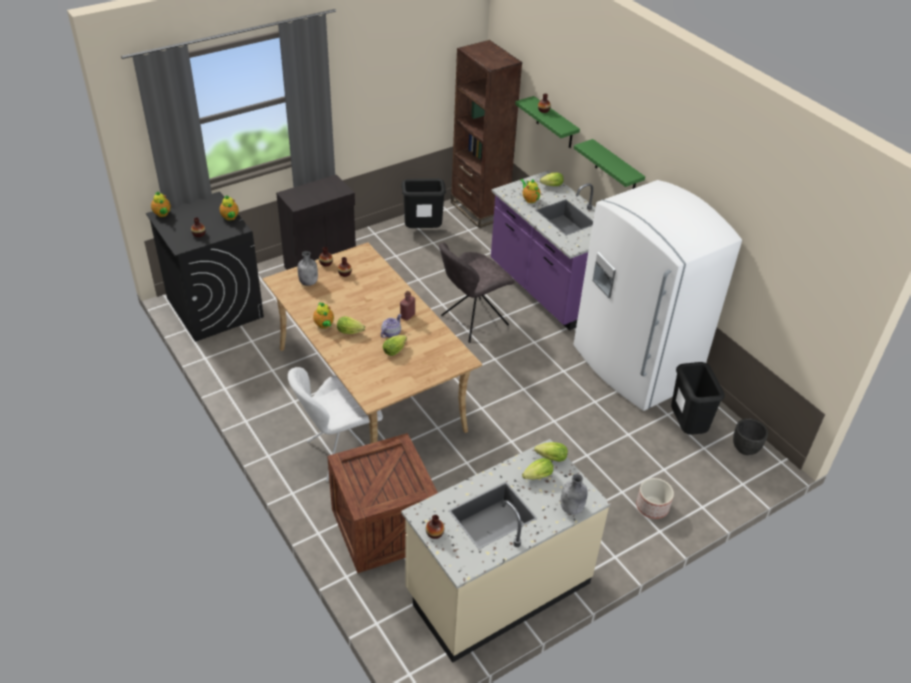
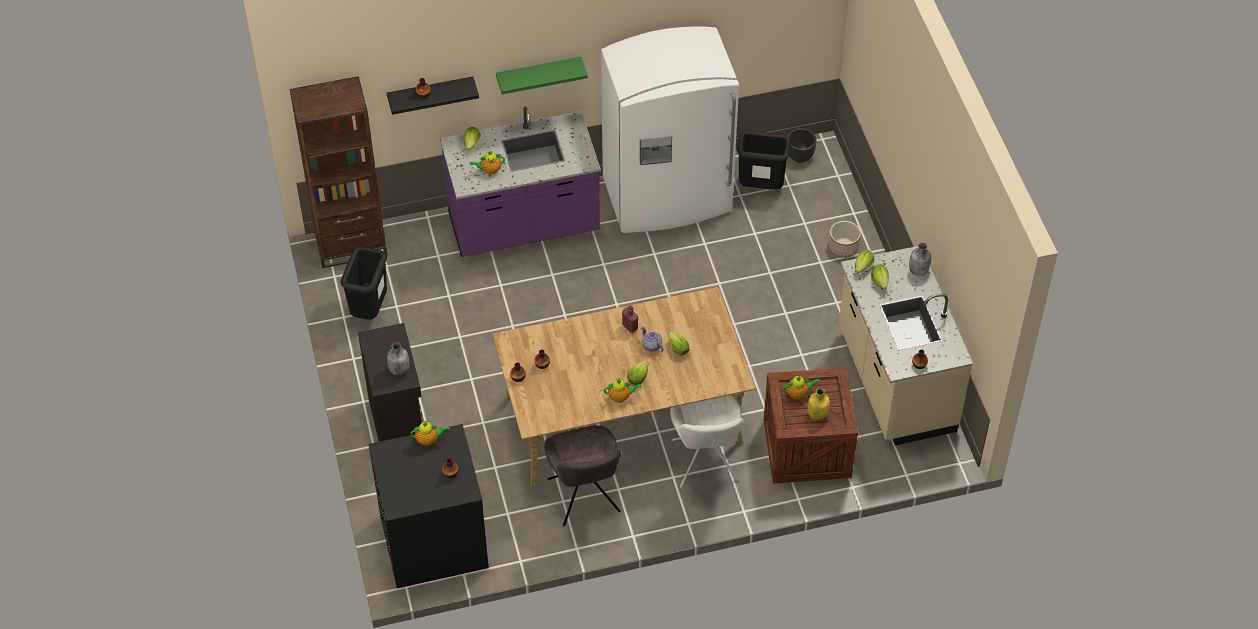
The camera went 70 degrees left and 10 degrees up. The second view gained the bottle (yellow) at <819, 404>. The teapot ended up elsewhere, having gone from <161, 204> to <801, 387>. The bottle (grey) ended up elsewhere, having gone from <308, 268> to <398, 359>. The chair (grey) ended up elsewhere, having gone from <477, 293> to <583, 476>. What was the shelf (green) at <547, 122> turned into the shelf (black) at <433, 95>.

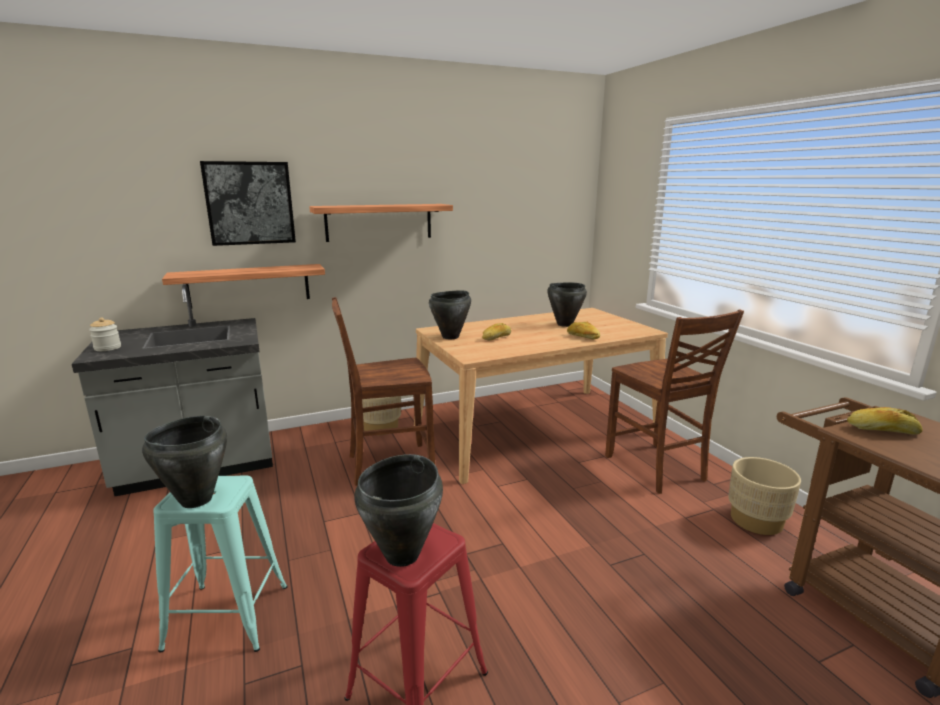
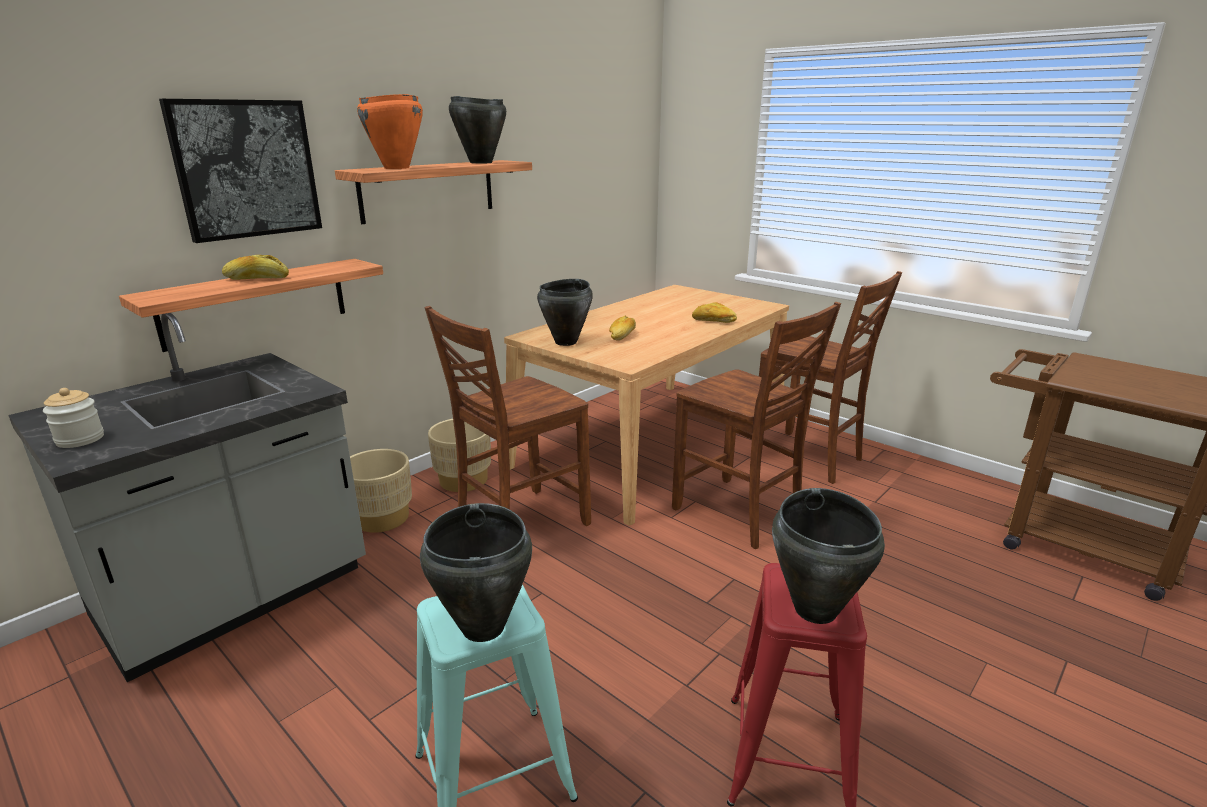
The camera went 25 degrees left and 5 degrees up. The second view gained the cooking pot (orange) at <390, 131>. The second view gained the chair (brown) at <756, 425>. The cooking pot (black) ended up elsewhere, having gone from <567, 305> to <477, 130>. The planter (beige) ended up elsewhere, having gone from <765, 496> to <381, 491>. The bread ended up elsewhere, having gone from <885, 421> to <255, 267>.

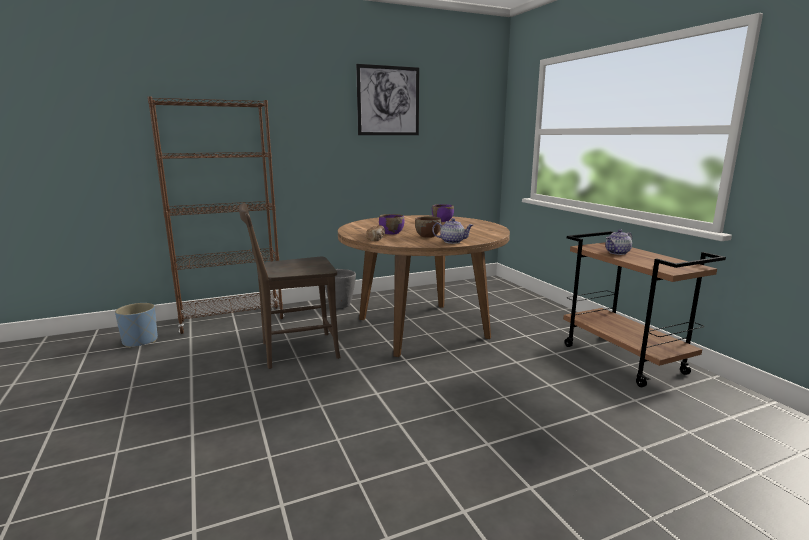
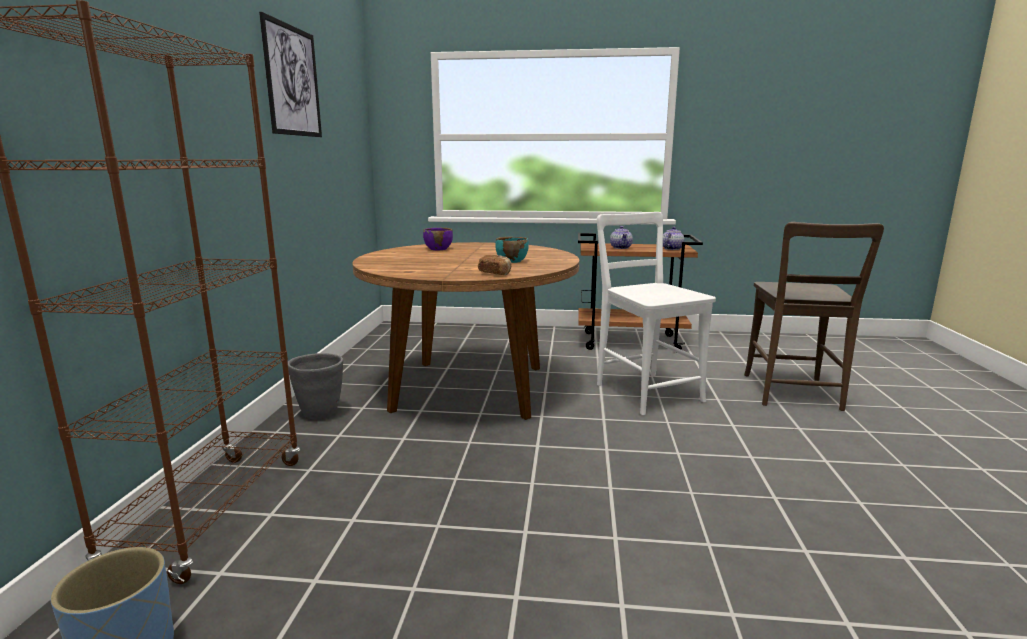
The camera went 60 degrees left and 0 degrees up. The second view lost the bowl (purple) at <391, 224>. The second view gained the chair (white) at <656, 313>. The chair (brown) ended up elsewhere, having gone from <290, 286> to <814, 316>. The teapot ended up elsewhere, having gone from <452, 231> to <674, 238>. What was the bowl (brown) at <428, 227> turned into the bowl (turquoise) at <512, 250>.

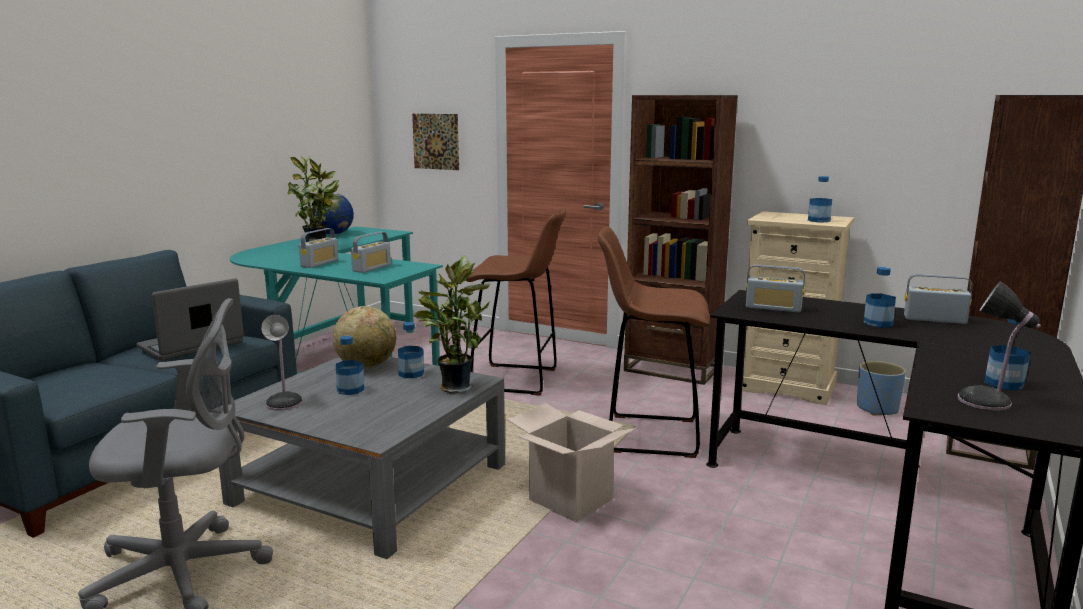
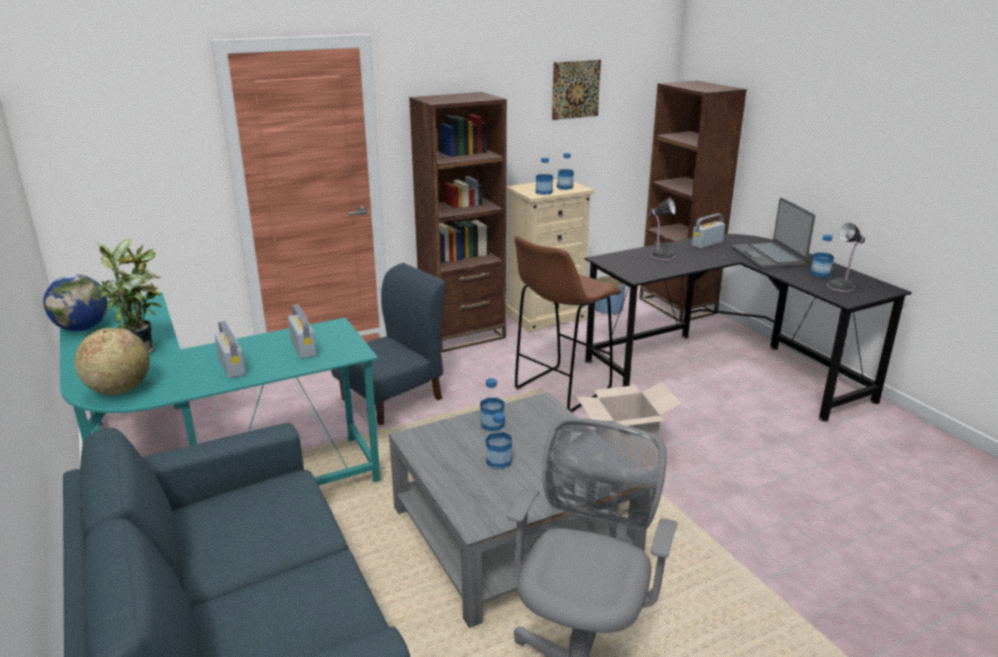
The camera went 55 degrees left and 10 degrees up. The second view lost the potted plant at <452, 324>. The second view lost the radio at <775, 288>. The laptop ended up elsewhere, having gone from <190, 319> to <773, 233>. The table lamp ended up elsewhere, having gone from <282, 362> to <662, 229>. The globe ended up elsewhere, having gone from <364, 337> to <112, 361>. The picture ended up elsewhere, having gone from <435, 142> to <576, 90>. The bottle ended up elsewhere, having gone from <880, 297> to <544, 176>. Where the stool (brown) stood at <516, 301>, the chair (blue) came to stand at <388, 344>.

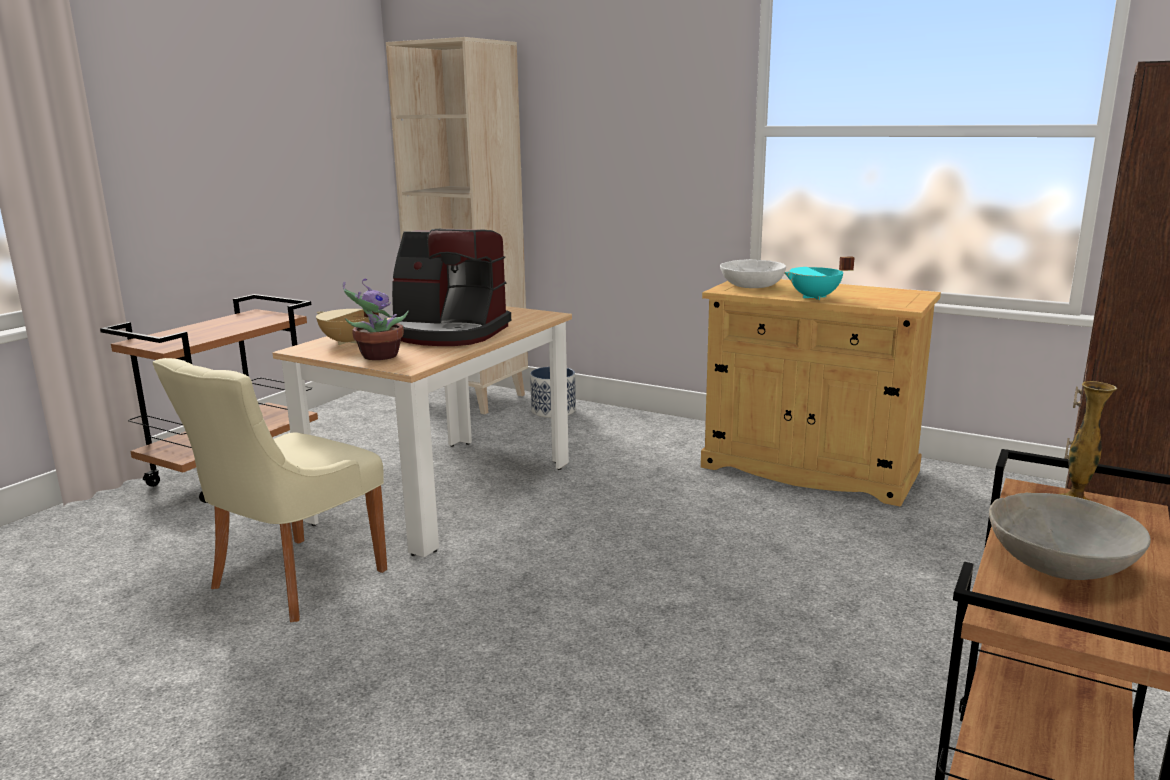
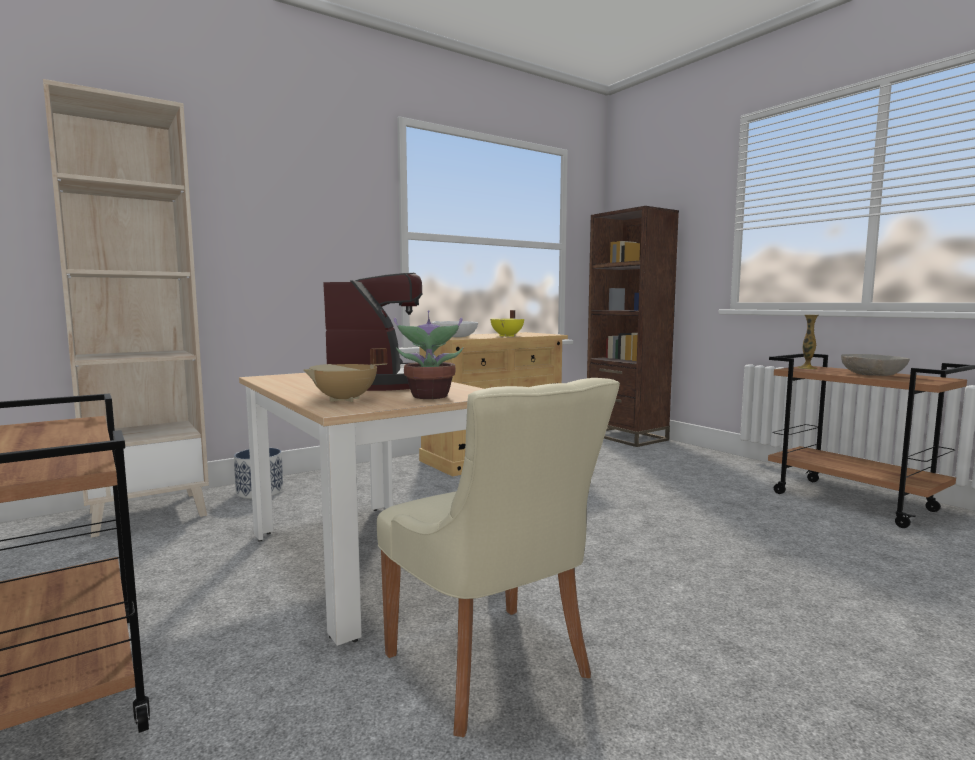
The camera went 65 degrees left and 10 degrees down. What was the cooking pot (turquoise) at <819, 278> turned into the cooking pot (yellow) at <507, 323>. The coffee machine at <451, 287> ended up facing another way, 45 degrees counterclockwise from before.

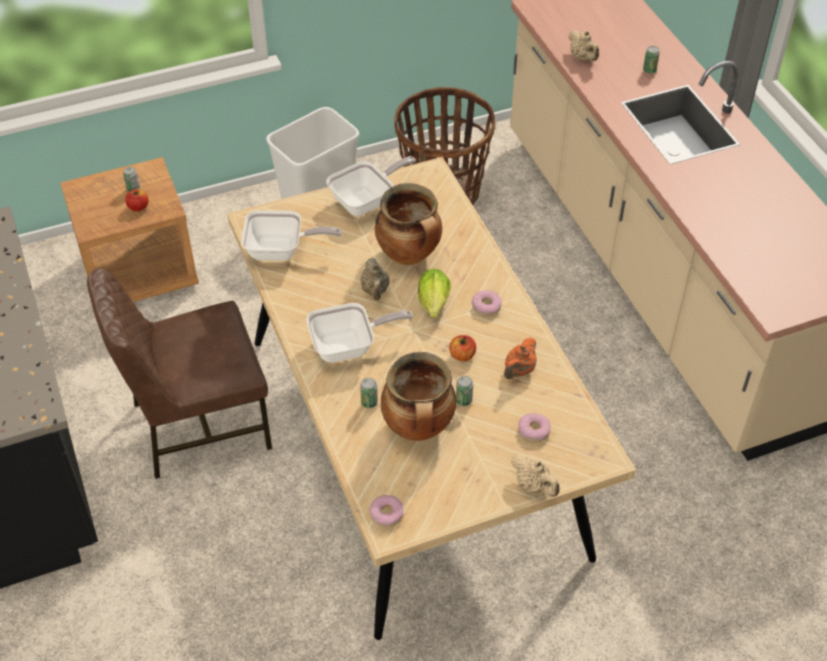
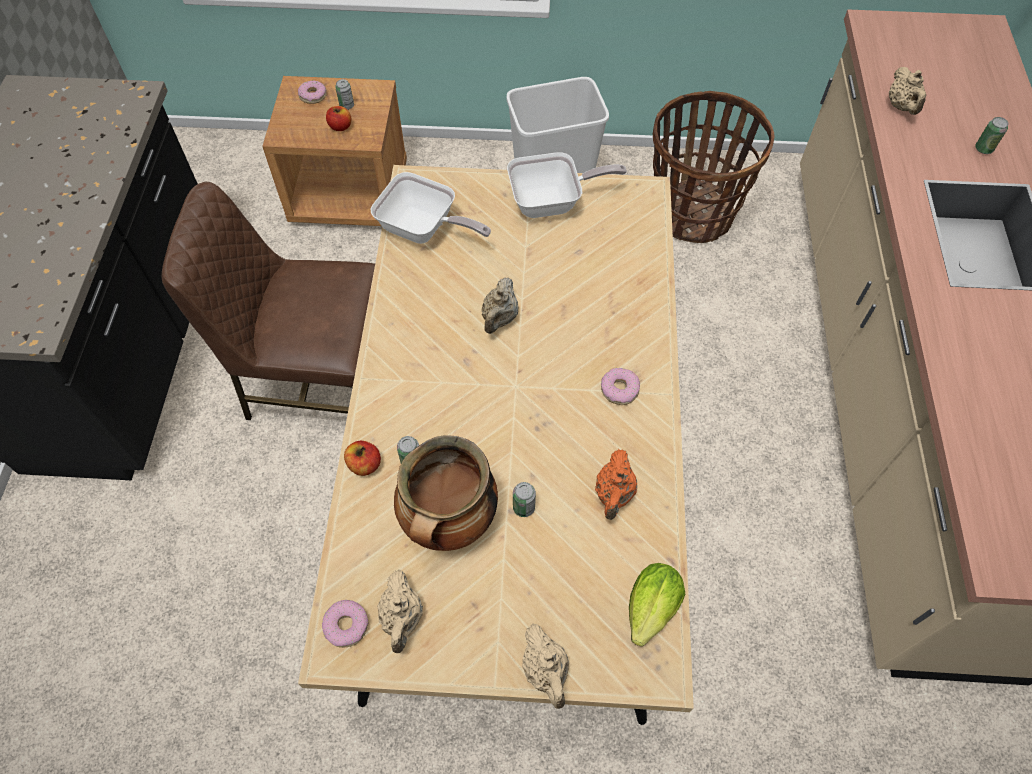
The camera went 25 degrees right and 10 degrees up. The second view lost the frying pan at <359, 333>. The second view lost the cooking pot at <408, 224>. The second view gained the teapot (beige) at <400, 611>. The lettuce ended up elsewhere, having gone from <434, 293> to <657, 604>. The apple ended up elsewhere, having gone from <462, 348> to <362, 458>. The donut ended up elsewhere, having gone from <534, 427> to <312, 92>. The teapot (orange) at <520, 358> ended up facing another way, 45 degrees counterclockwise from before.

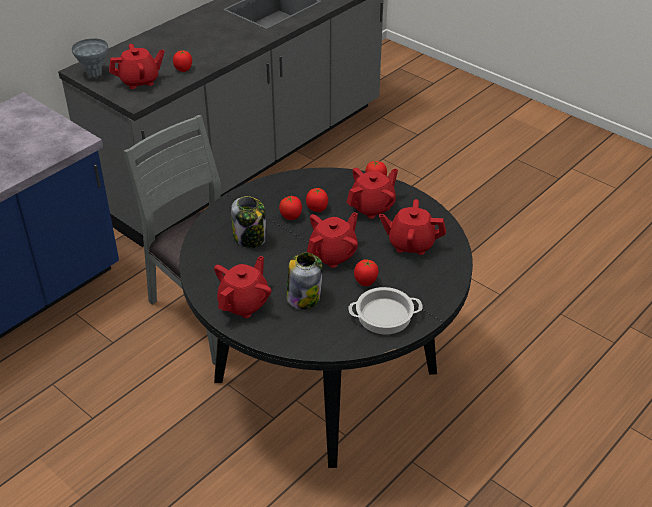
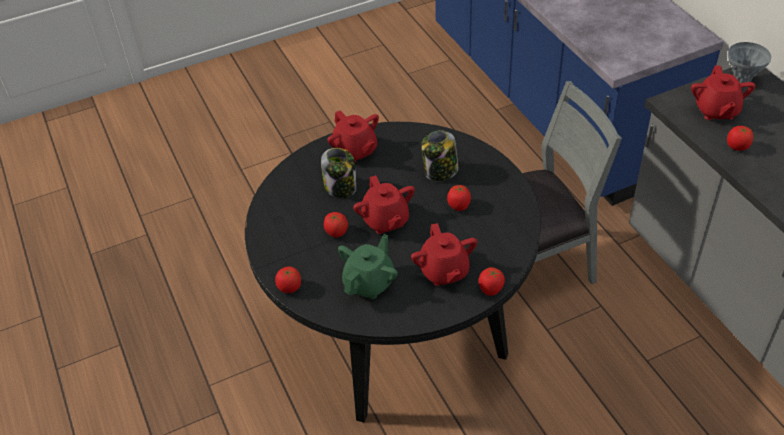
The camera went 115 degrees right and 5 degrees up. The second view lost the cooking pot at <385, 310>. The tomato ended up elsewhere, having gone from <317, 200> to <288, 280>. What was the teapot (red) at <412, 227> turned into the teapot (green) at <368, 266>.

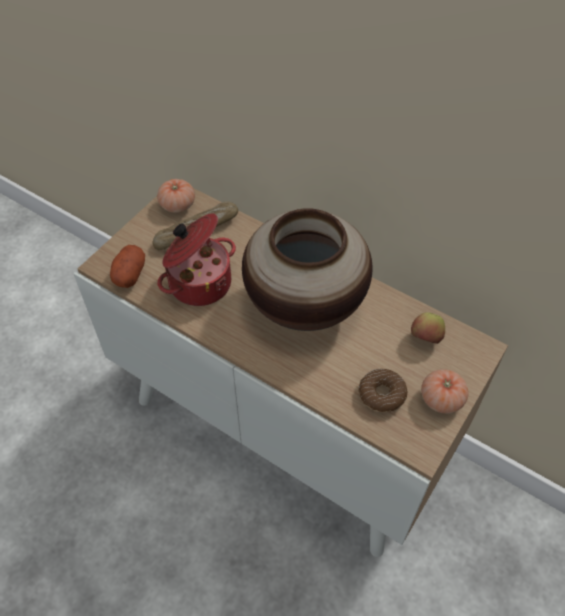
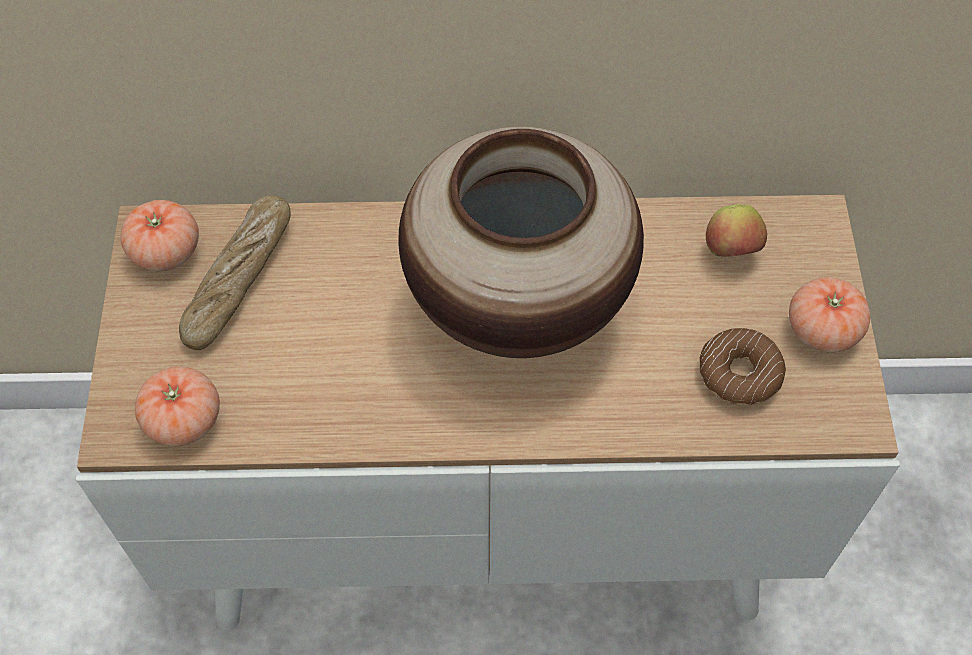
The camera went 35 degrees left and 5 degrees up. The second view lost the cooking pot at <196, 259>. Where the potato stood at <127, 266>, the tomato came to stand at <177, 406>.

